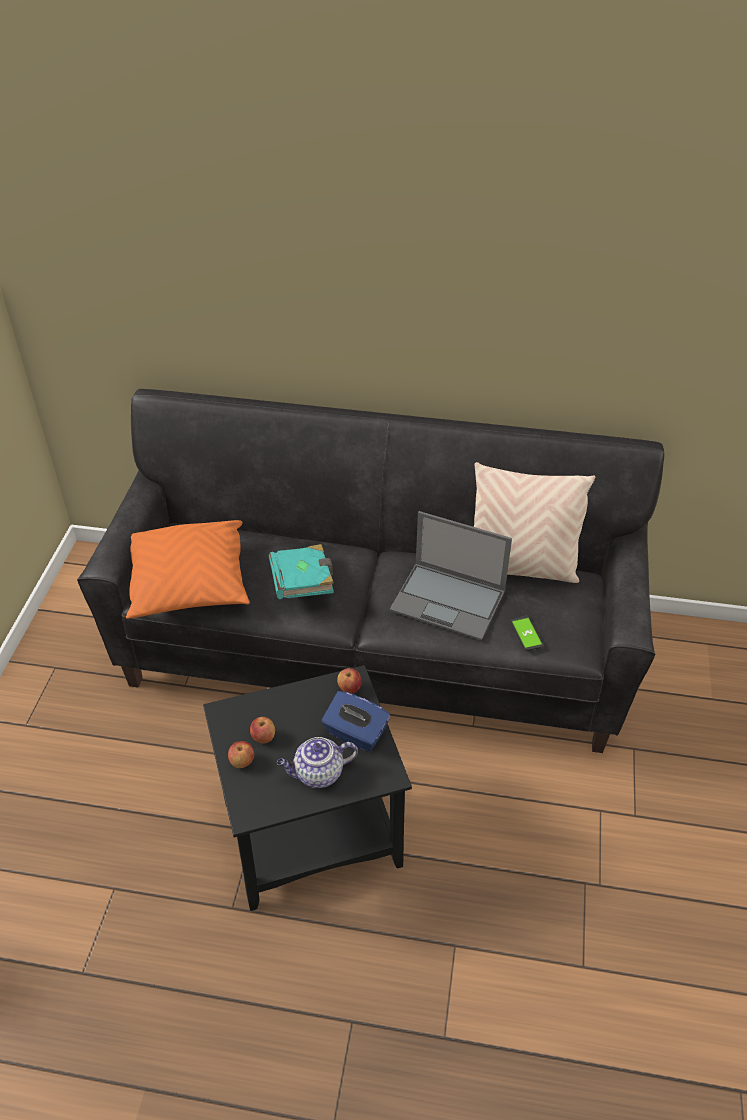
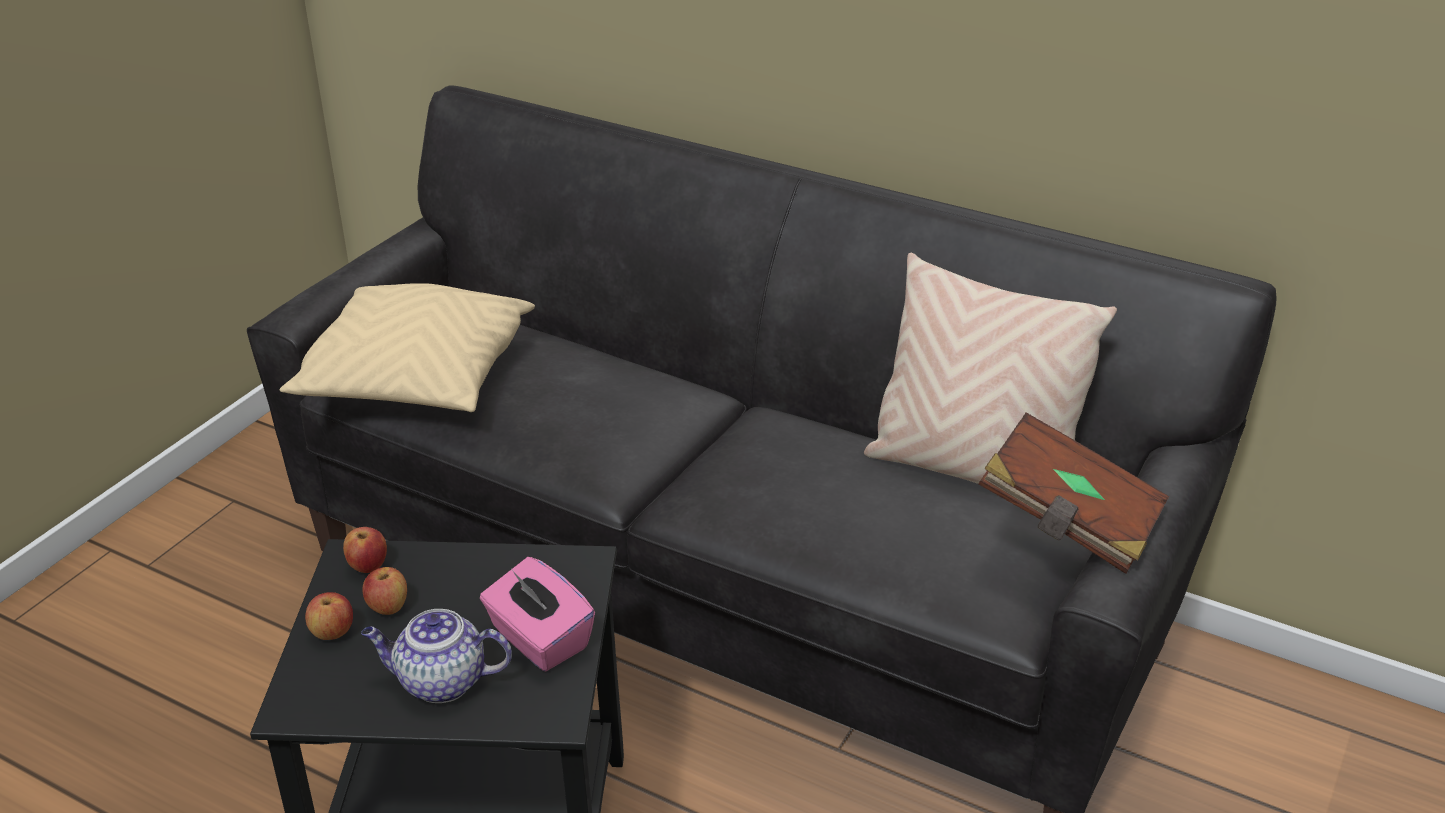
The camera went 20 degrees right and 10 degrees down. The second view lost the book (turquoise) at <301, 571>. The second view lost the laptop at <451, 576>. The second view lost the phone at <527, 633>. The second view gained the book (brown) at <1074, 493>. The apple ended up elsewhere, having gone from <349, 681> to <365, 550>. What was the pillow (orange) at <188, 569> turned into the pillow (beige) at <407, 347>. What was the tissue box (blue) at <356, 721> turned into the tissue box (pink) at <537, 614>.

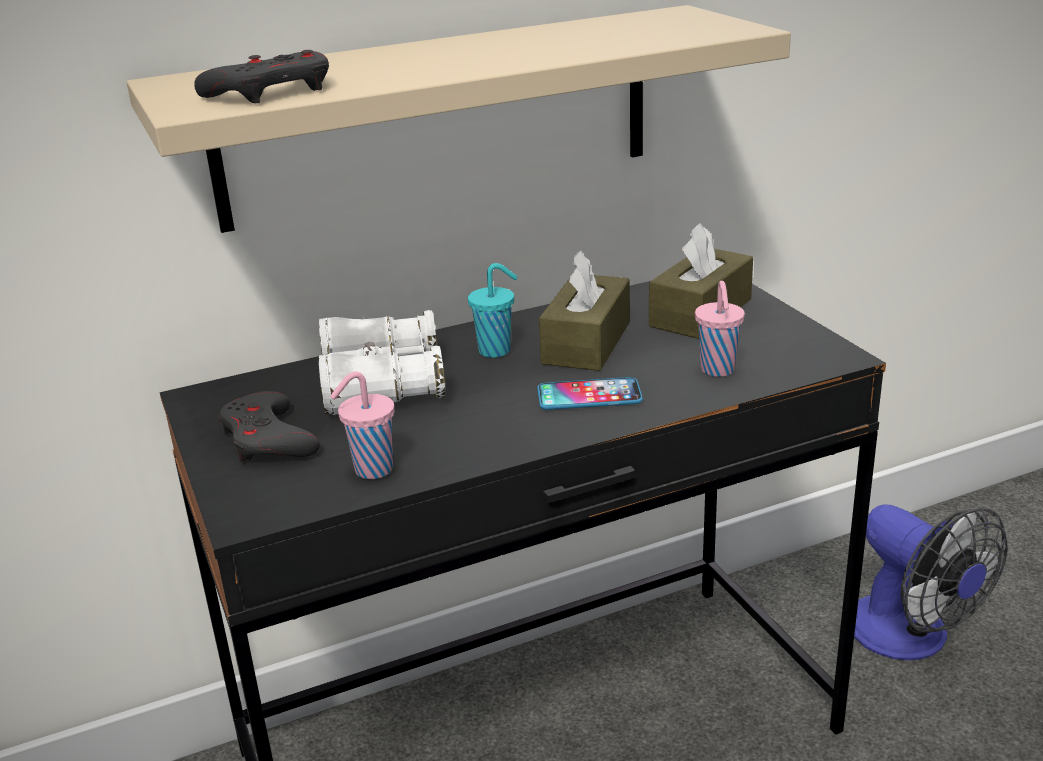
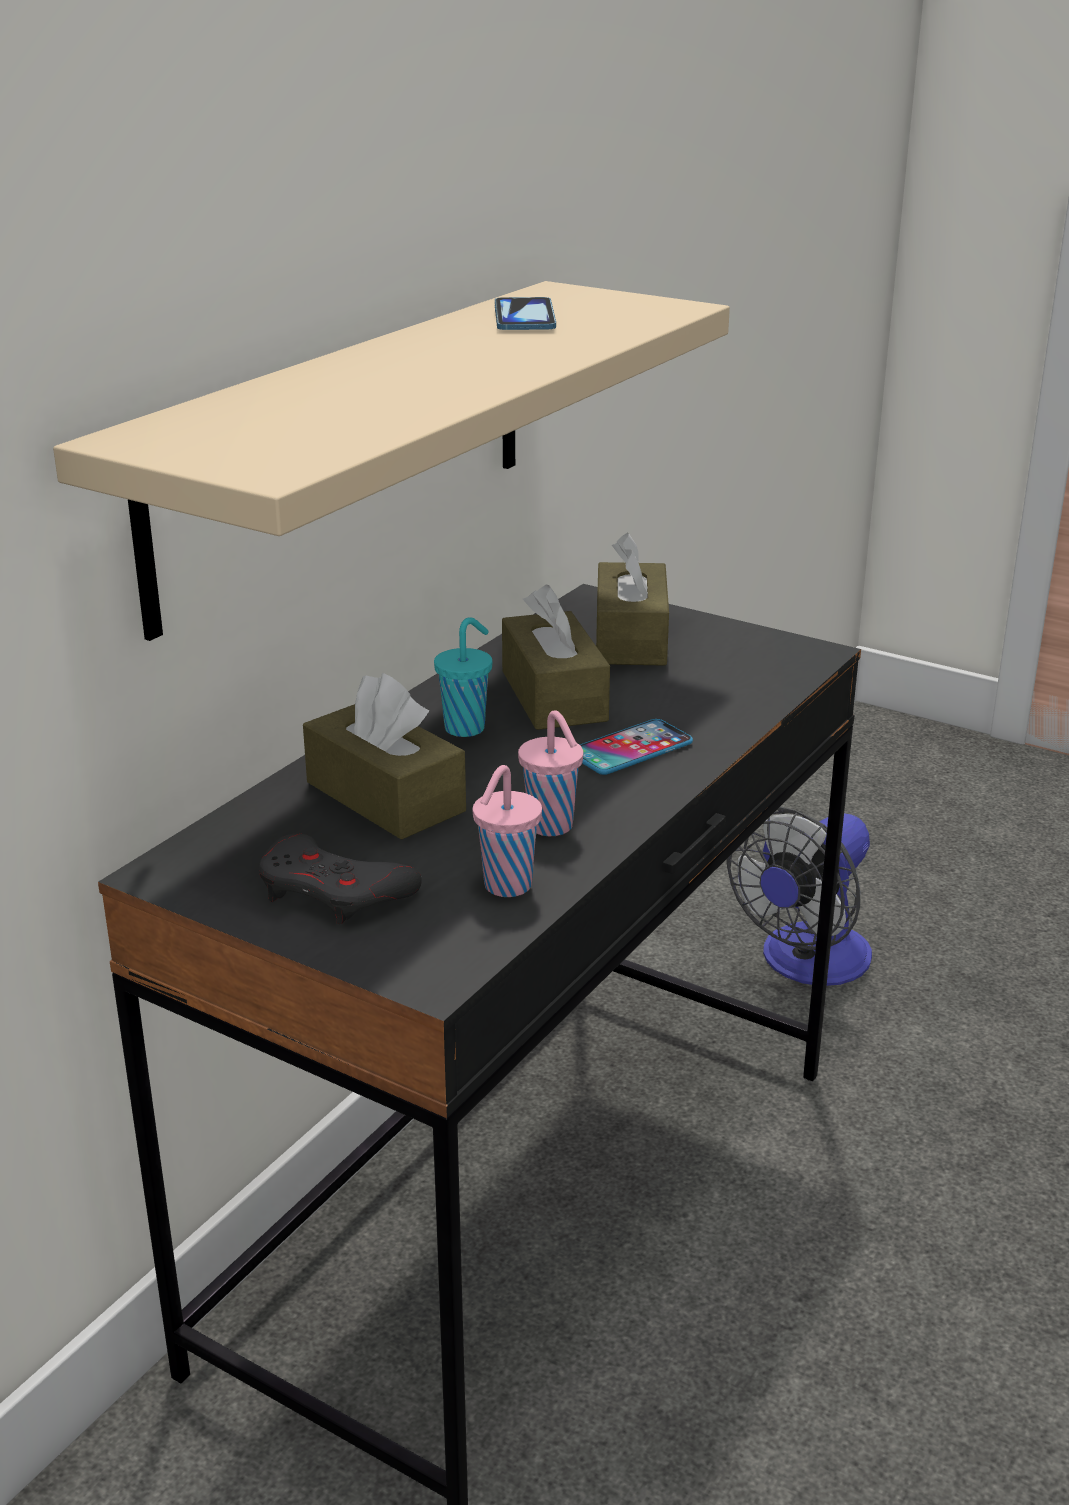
The camera went 35 degrees left and 0 degrees up. The second view lost the game controller (grey) at <261, 76>. The second view gained the phone at <525, 313>. The cup (pink) ended up elsewhere, having gone from <720, 329> to <550, 773>. Where the binoculars (white) stood at <382, 362>, the tissue box (brown) came to stand at <384, 756>. The fan at <931, 582> ended up facing another way, 105 degrees clockwise from before.

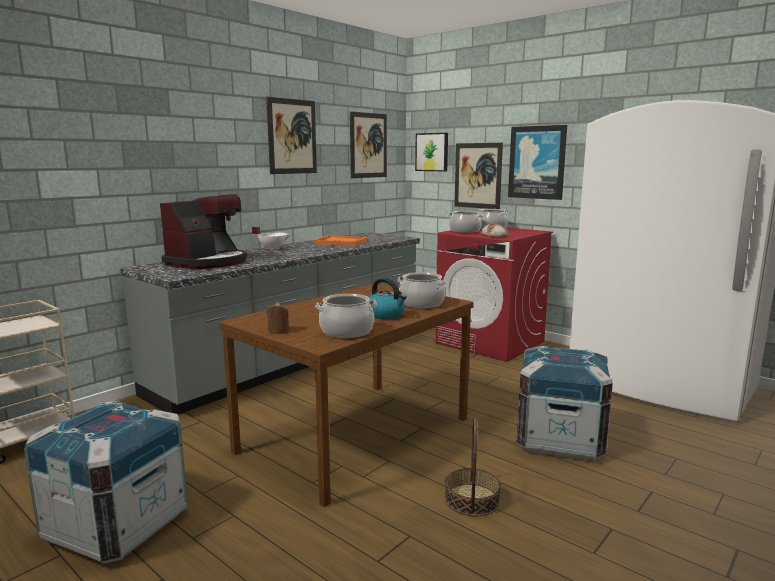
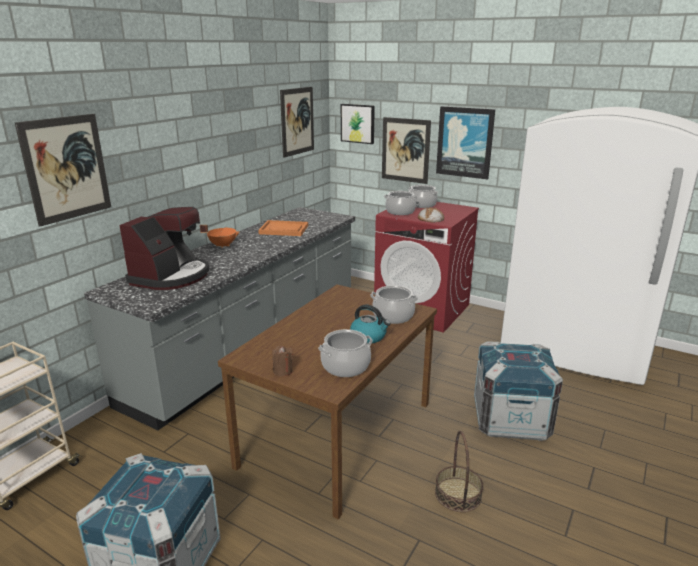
The camera went 10 degrees left and 10 degrees up. The picture ended up elsewhere, having gone from <291, 135> to <63, 170>. What was the cooking pot (white) at <271, 238> turned into the cooking pot (orange) at <220, 236>.

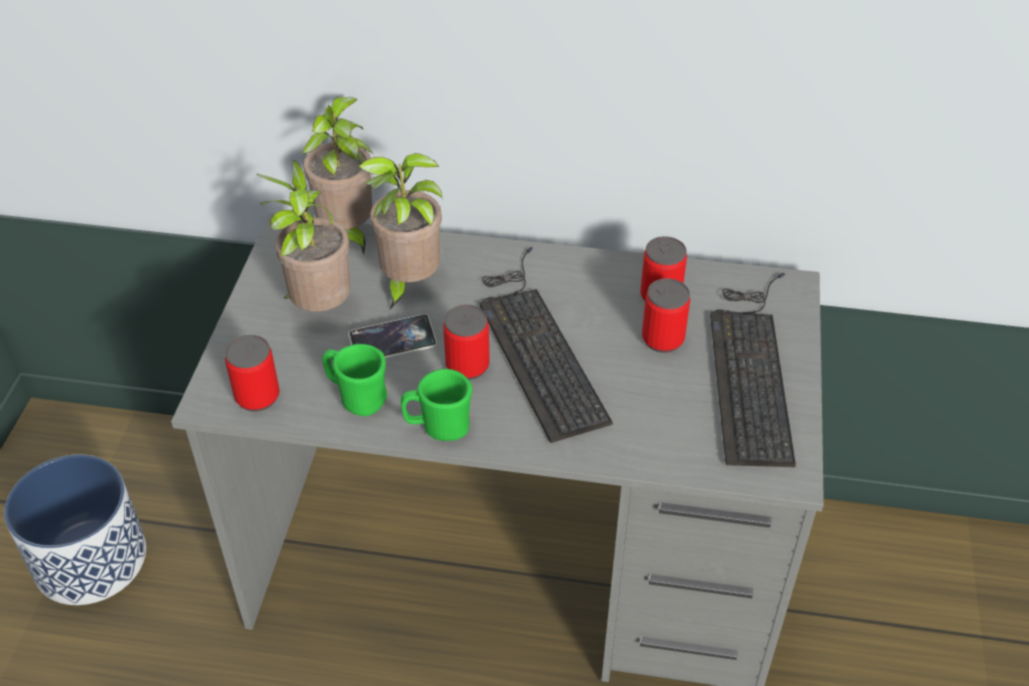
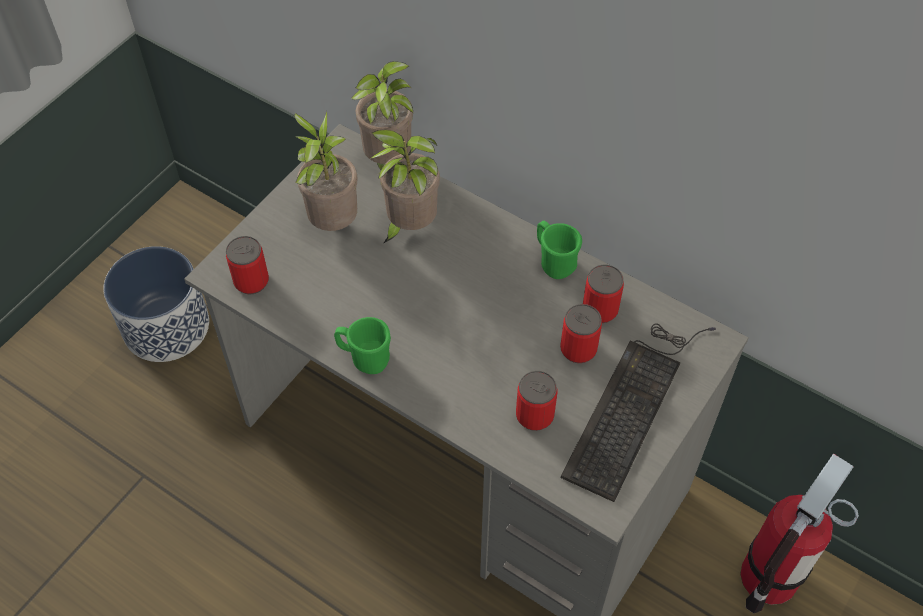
The camera went 25 degrees right and 10 degrees up. The second view lost the phone at <392, 336>. The second view lost the keyboard at <546, 345>. The second view gained the fire extinguisher at <799, 533>. The mug (green) ended up elsewhere, having gone from <354, 380> to <559, 249>. The can ended up elsewhere, having gone from <466, 342> to <536, 401>.

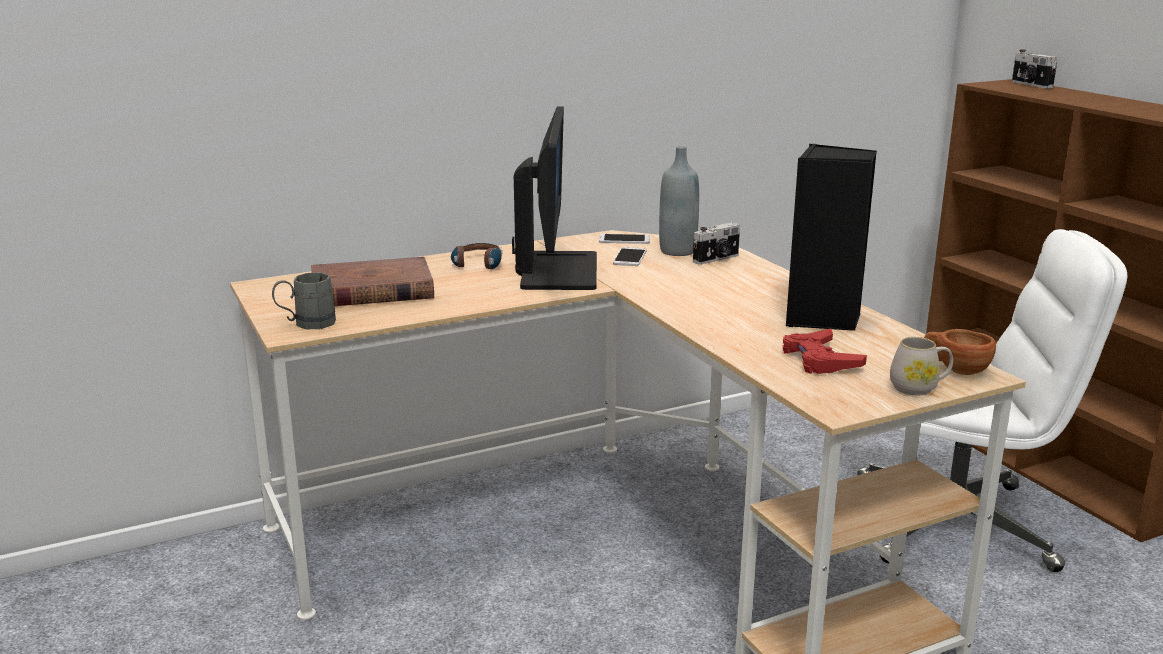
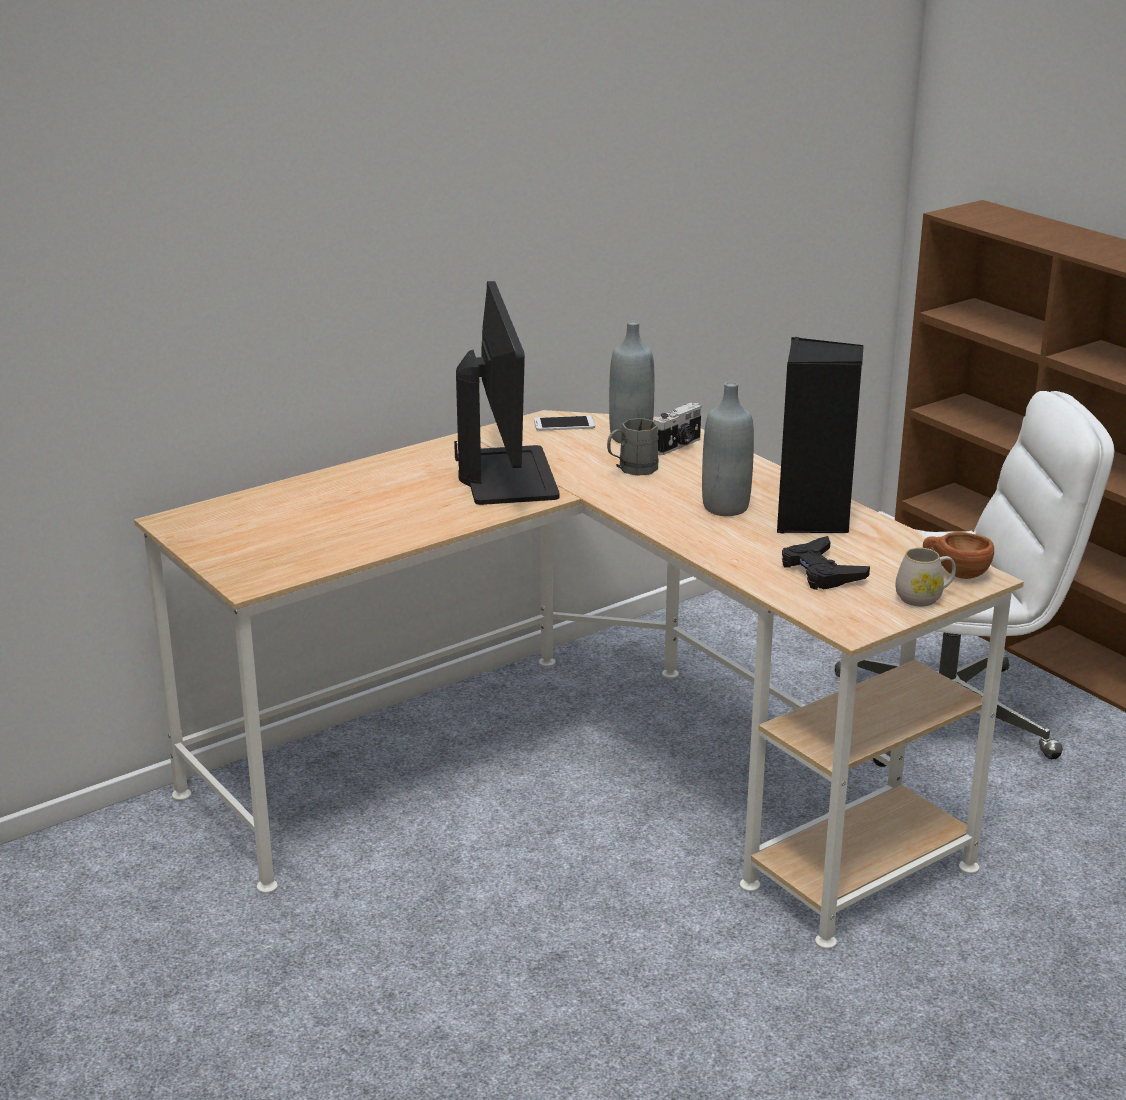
The camera went 10 degrees left and 5 degrees up. The second view lost the book (brown) at <372, 281>. The second view lost the headphones at <477, 256>. The second view lost the phone at <630, 256>. The second view lost the photo camera at <1034, 68>. The second view gained the bottle (grey) at <728, 449>. The mug (grey) ended up elsewhere, having gone from <304, 300> to <633, 447>. What was the game controller (red) at <825, 351> turned into the game controller (black) at <826, 563>.

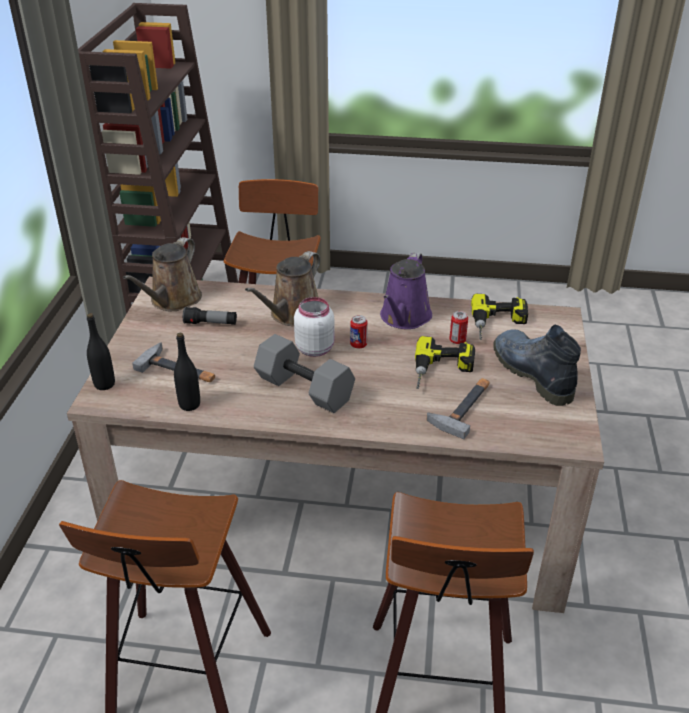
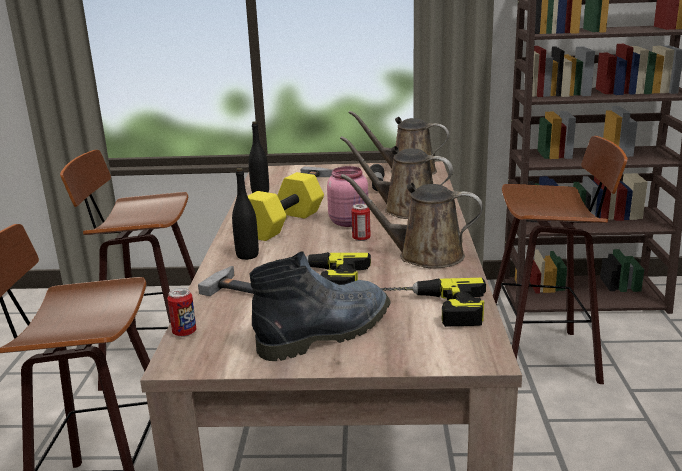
The camera went 85 degrees right and 15 degrees down. The bottle (black) ended up elsewhere, having gone from <101, 351> to <245, 214>. The can ended up elsewhere, having gone from <458, 327> to <181, 312>. What was the dumbbell (grey) at <304, 373> turned into the dumbbell (yellow) at <286, 206>. What was the jar (white) at <314, 327> turned into the jar (pink) at <347, 196>. What was the watering can (purple) at <406, 291> turned into the watering can (brown) at <412, 221>.

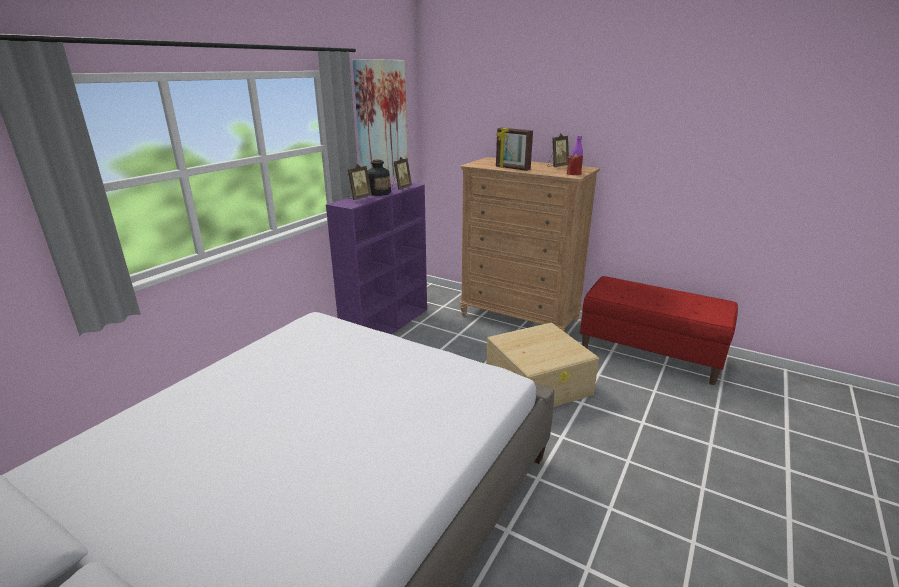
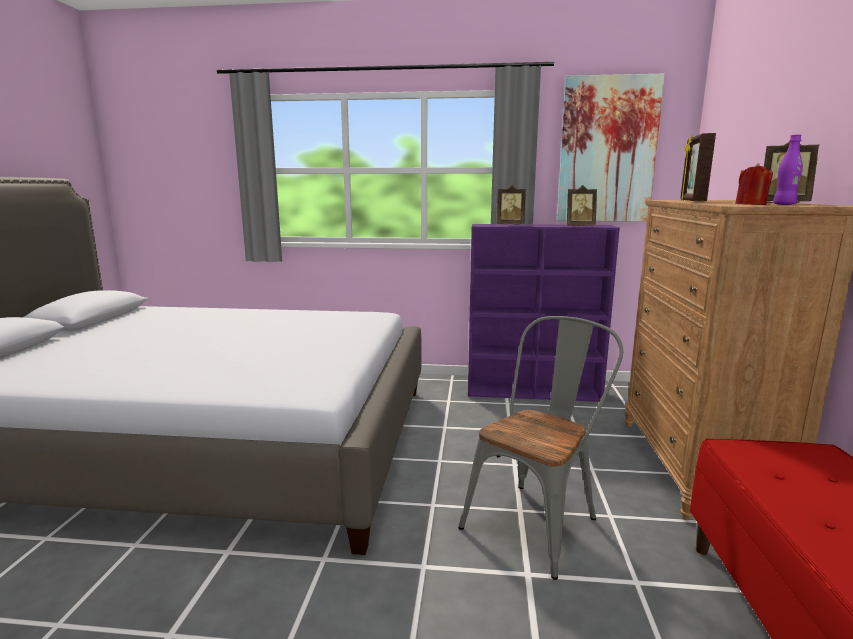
The camera went 65 degrees right and 10 degrees down. The second view lost the bottle at <379, 177>. Where the storage box (beige) stood at <543, 364>, the chair (grey) came to stand at <541, 448>.

